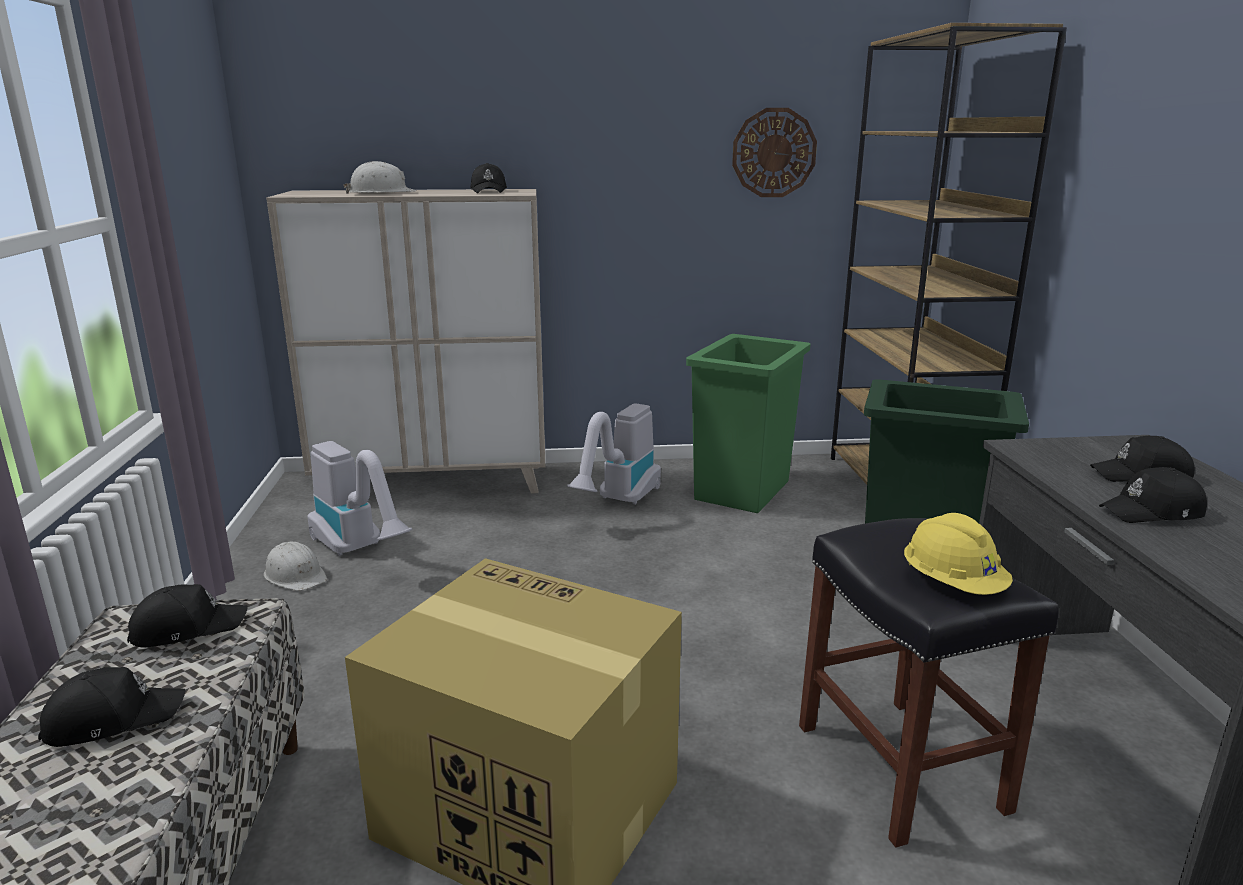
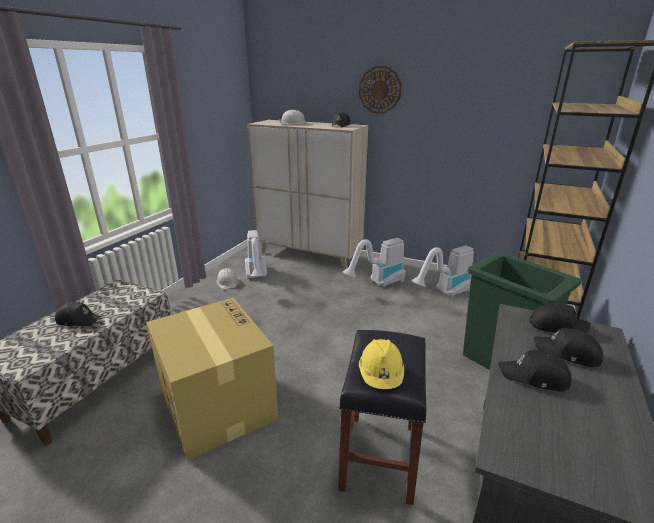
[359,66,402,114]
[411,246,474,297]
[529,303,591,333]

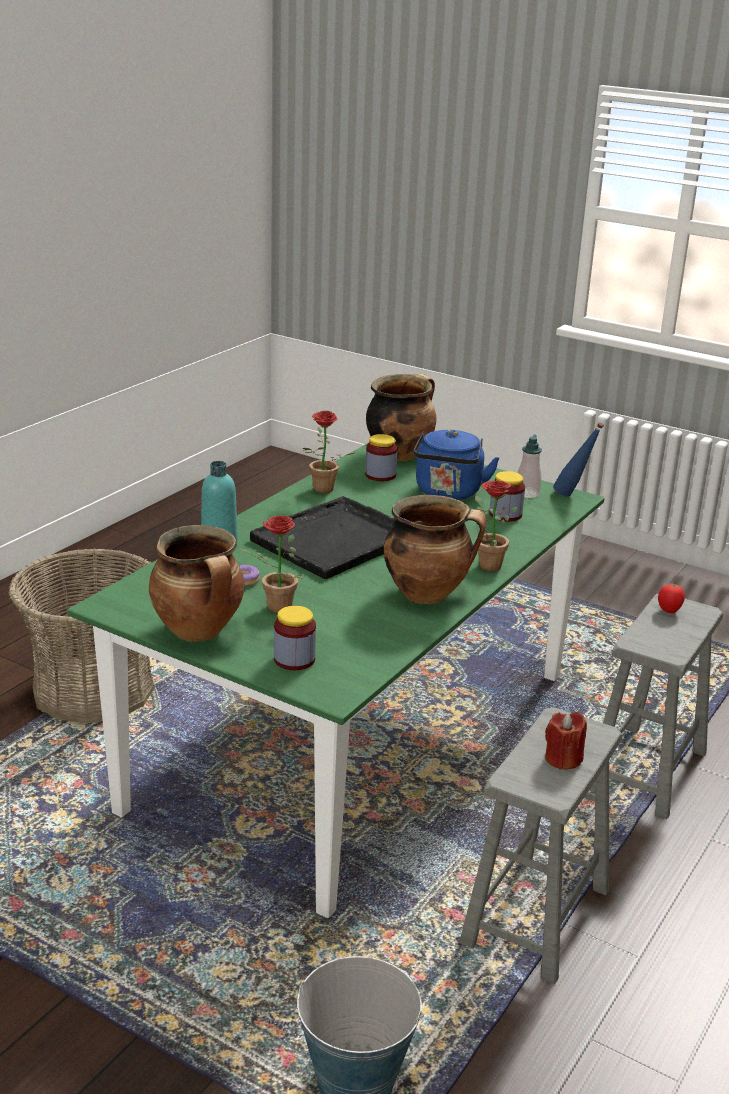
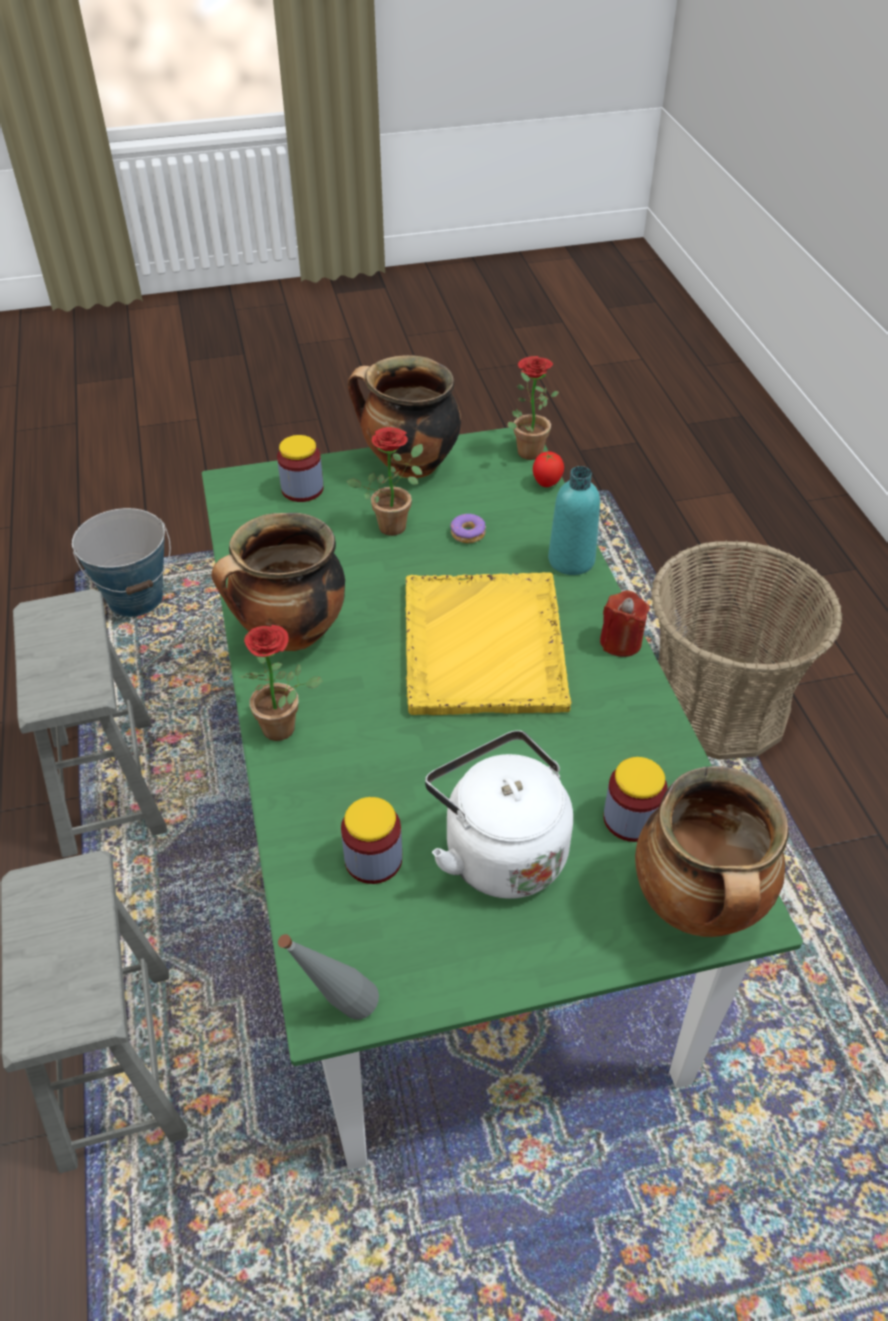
[507,356,559,460]
[278,934,379,1020]
[425,730,573,899]
[517,435,542,498] (first image)
[405,572,572,715]
[533,451,564,487]
[600,590,650,657]

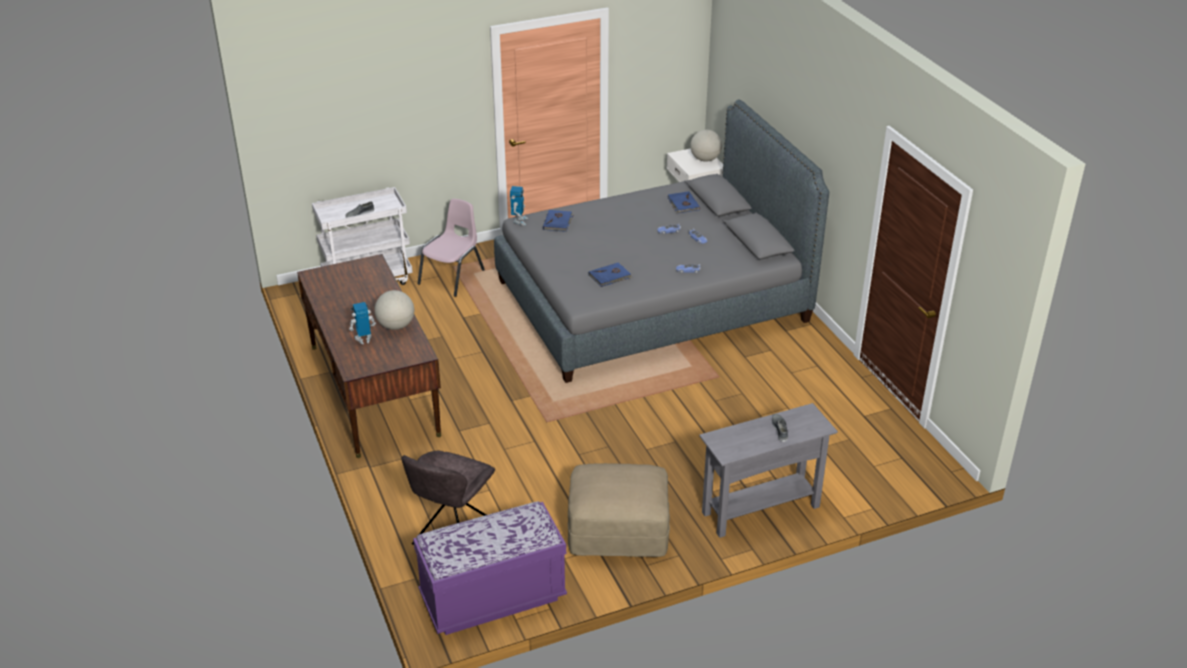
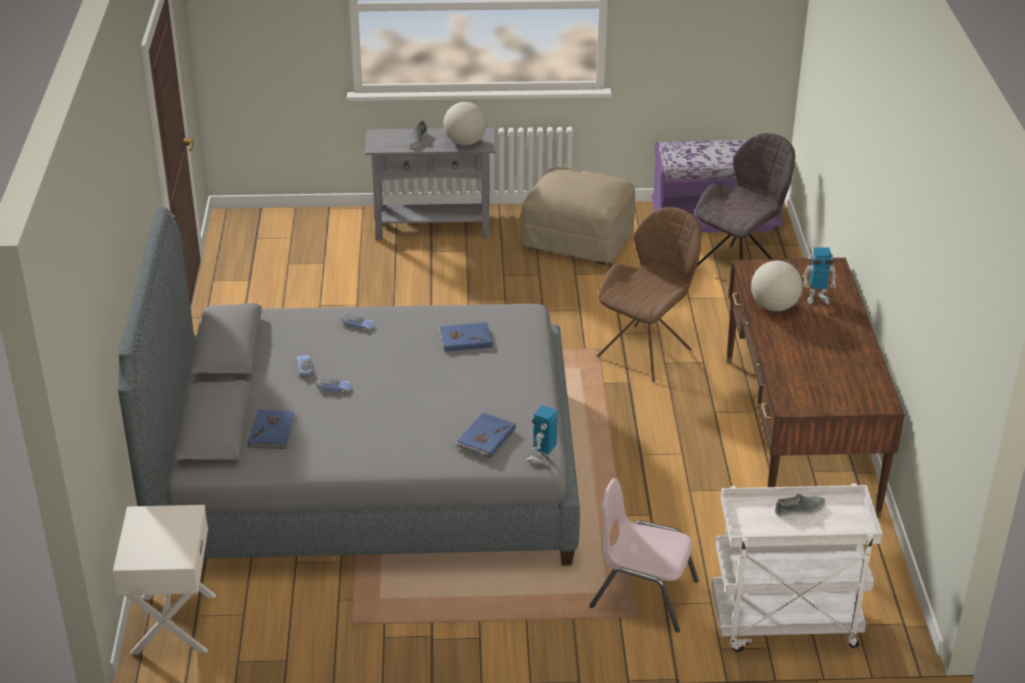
[443,102,487,145]
[589,478,699,633]
[597,207,702,382]

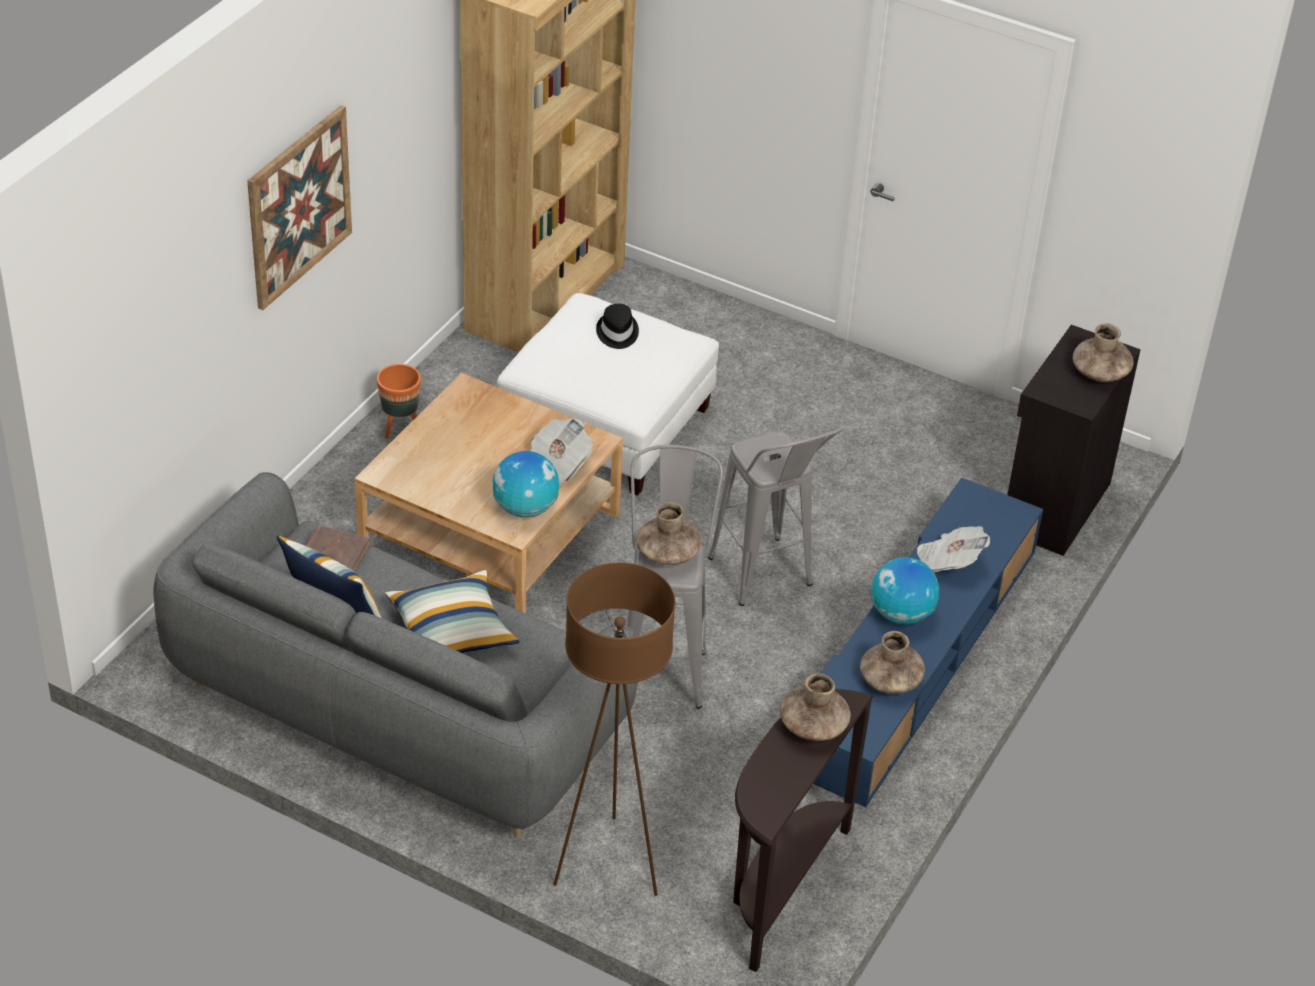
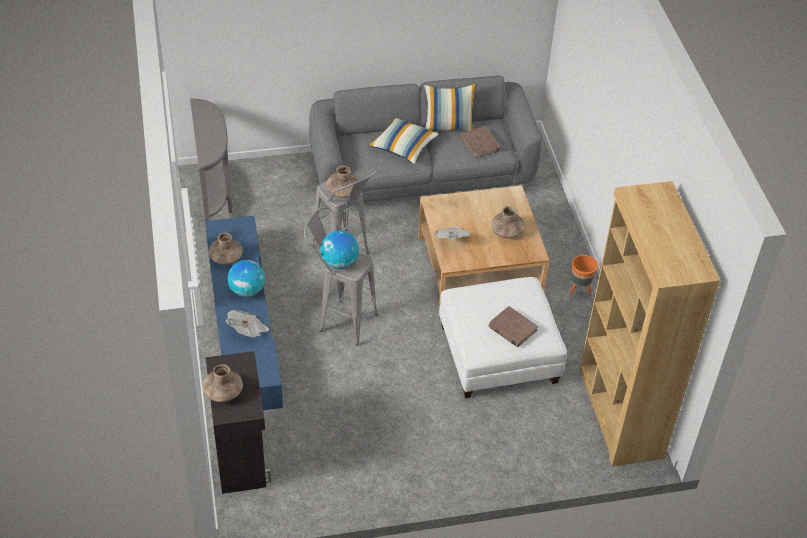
[247,105,352,310] (first image)
[488,306,538,347]
[320,230,359,269]
[553,563,676,896] (first image)
[491,206,525,238]
[190,99,232,221]

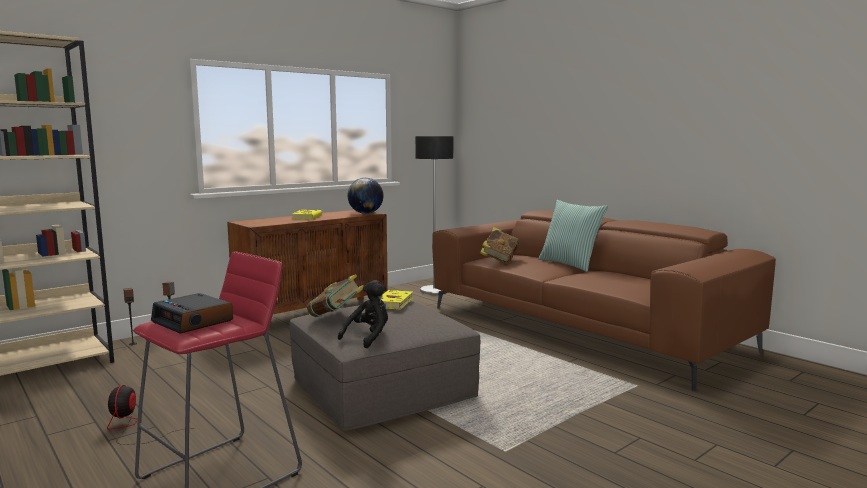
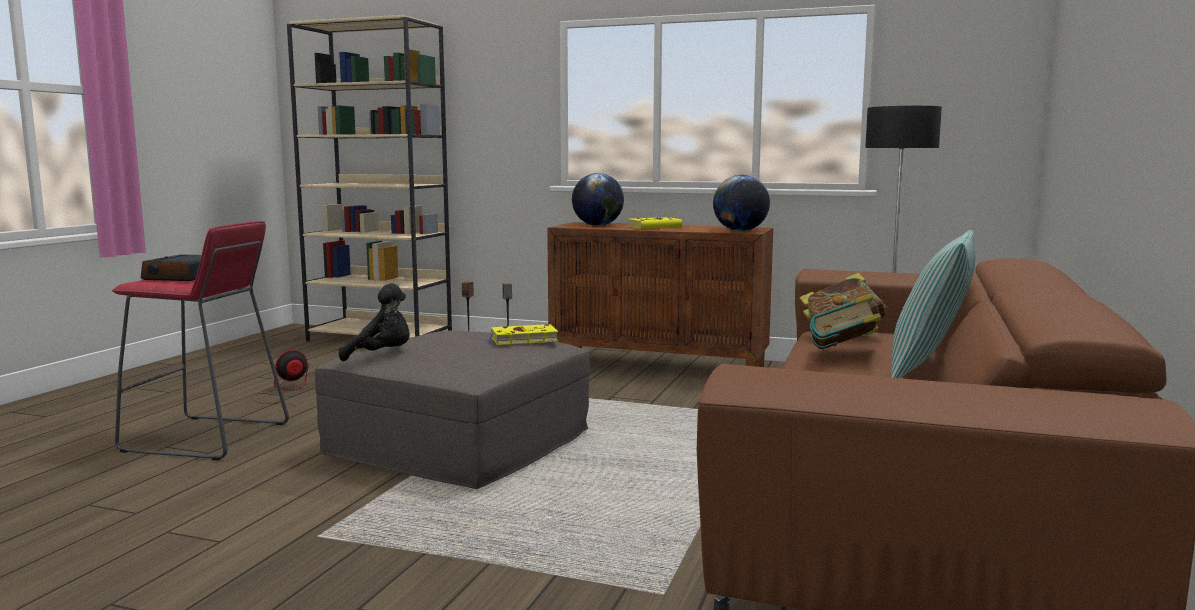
[810,294,881,349]
[572,173,624,226]

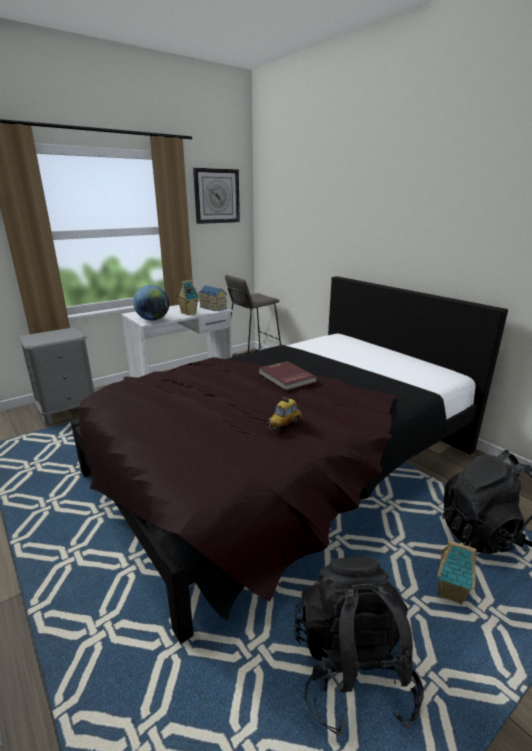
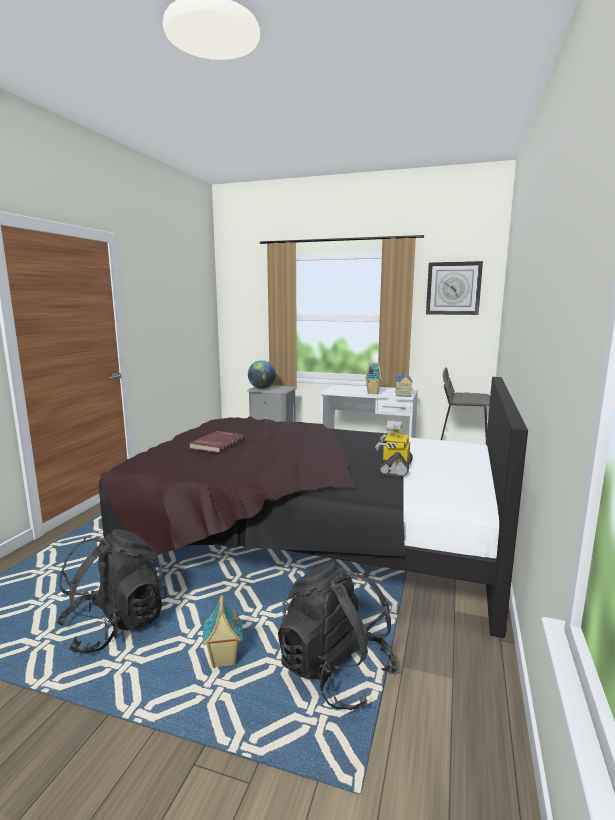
[248,360,276,389]
[189,431,245,453]
[268,397,303,430] (first image)
[375,421,413,477]

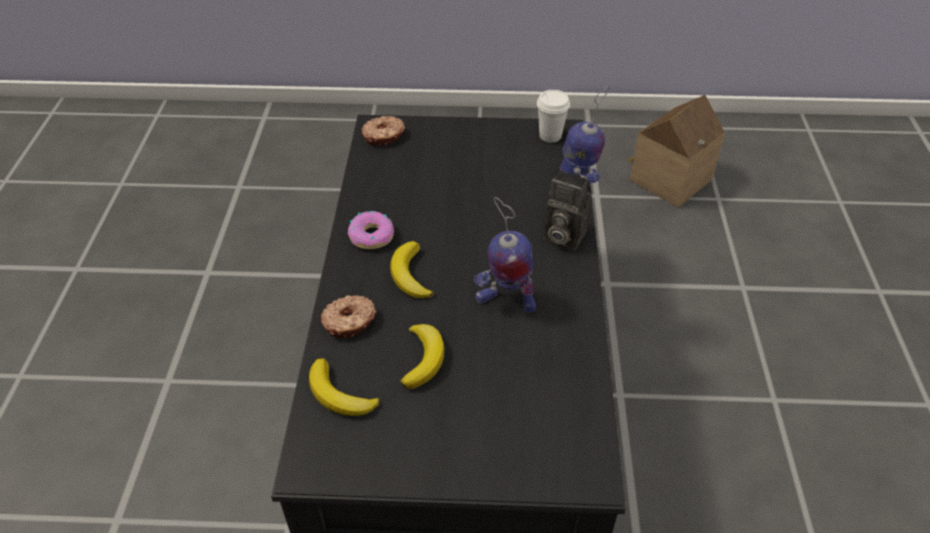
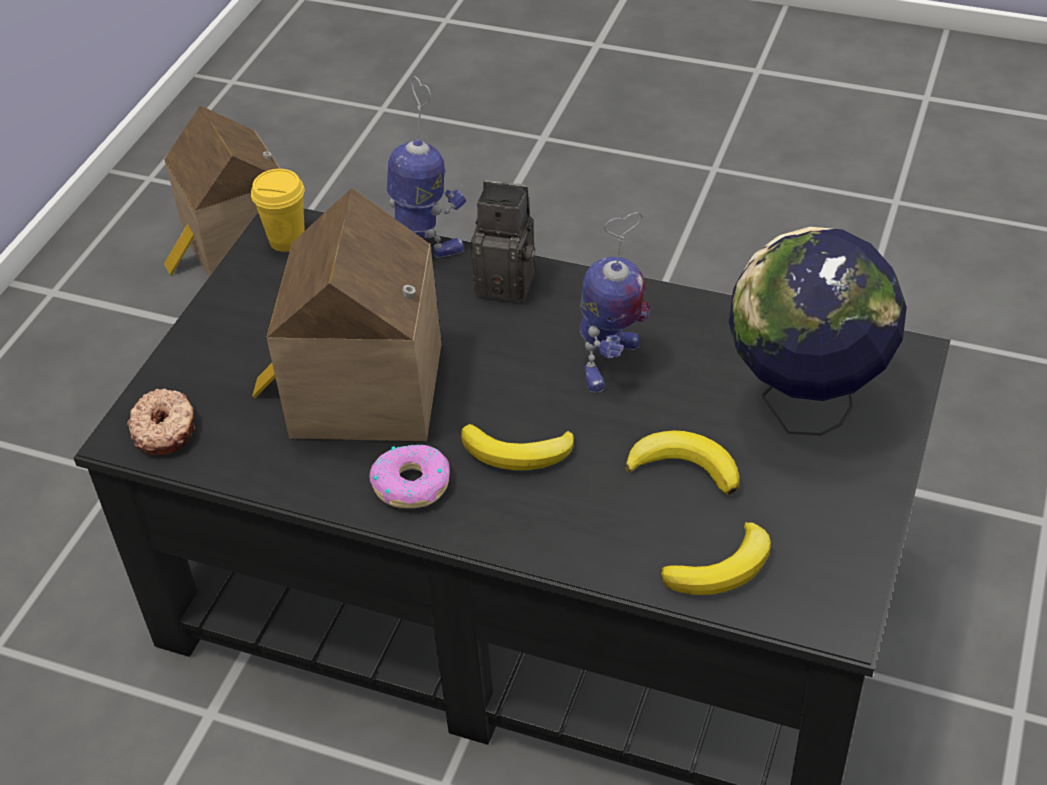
[251,169,305,252]
[471,180,535,303]
[321,295,376,338] (first image)
[252,188,442,441]
[728,227,907,436]

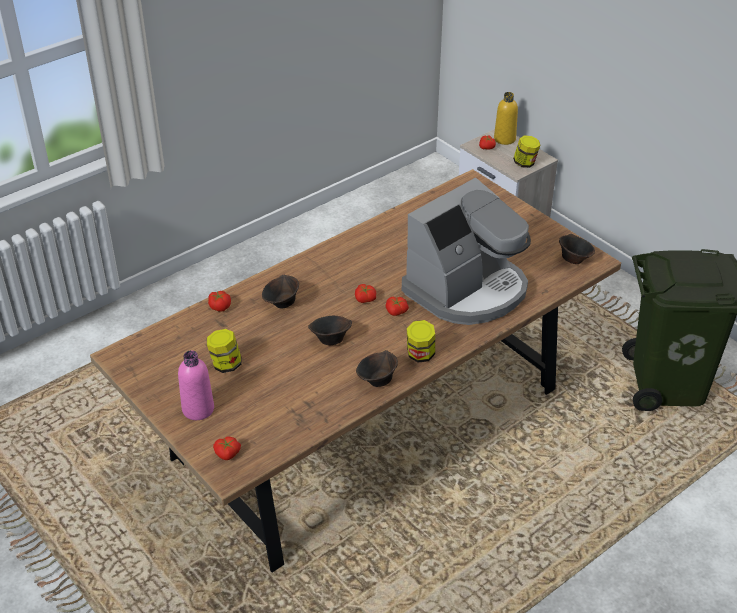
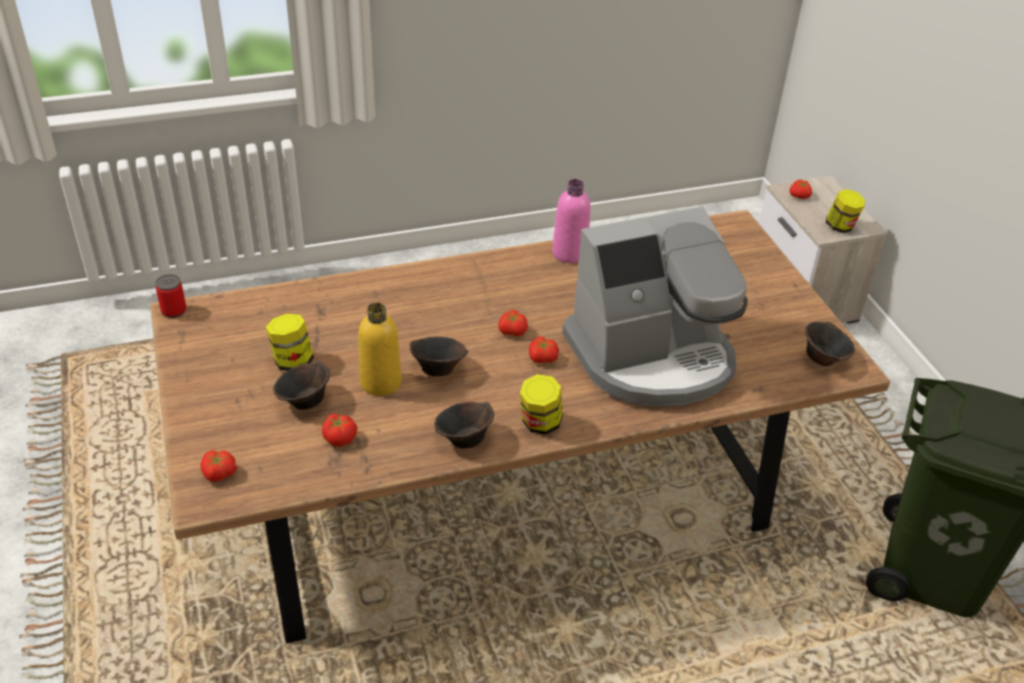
[358,302,402,396]
[273,361,330,410]
[322,414,357,447]
[552,179,590,263]
[155,274,186,318]

